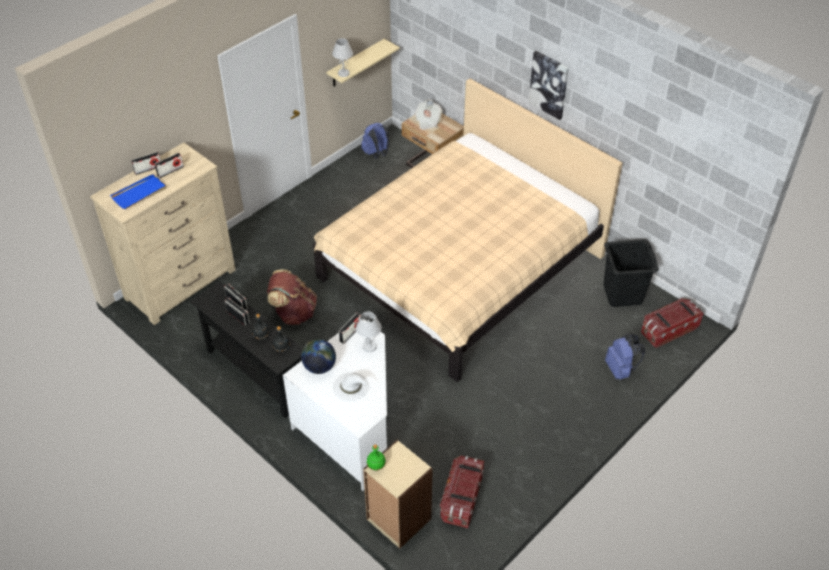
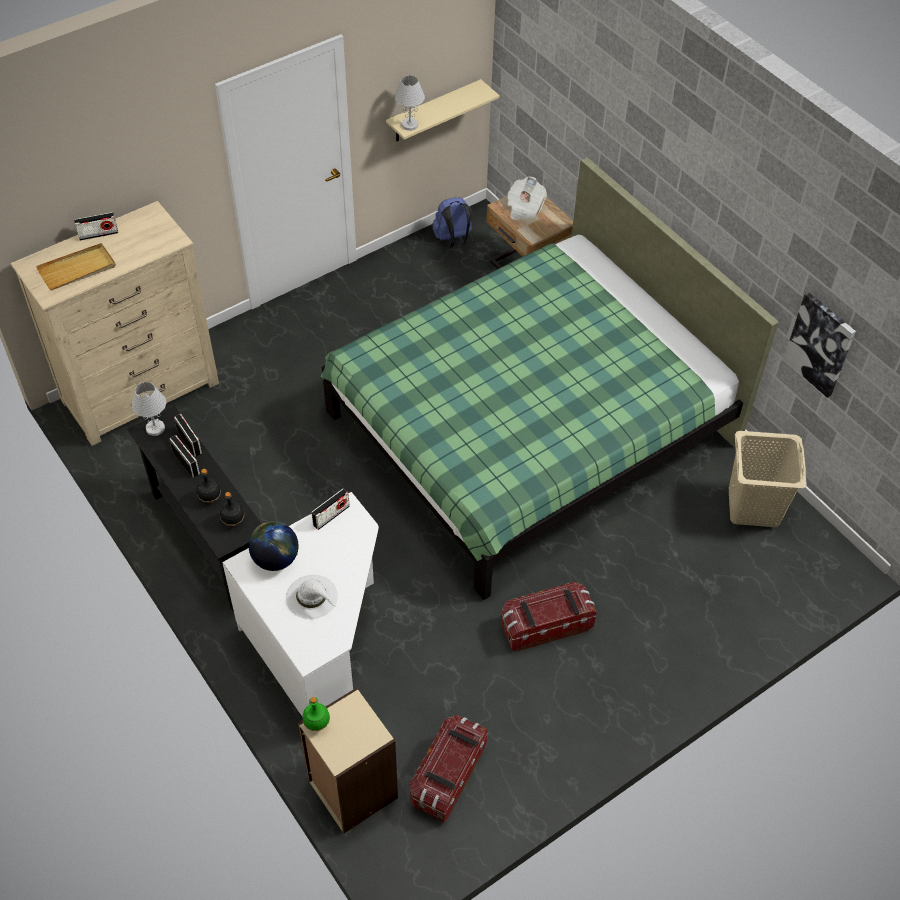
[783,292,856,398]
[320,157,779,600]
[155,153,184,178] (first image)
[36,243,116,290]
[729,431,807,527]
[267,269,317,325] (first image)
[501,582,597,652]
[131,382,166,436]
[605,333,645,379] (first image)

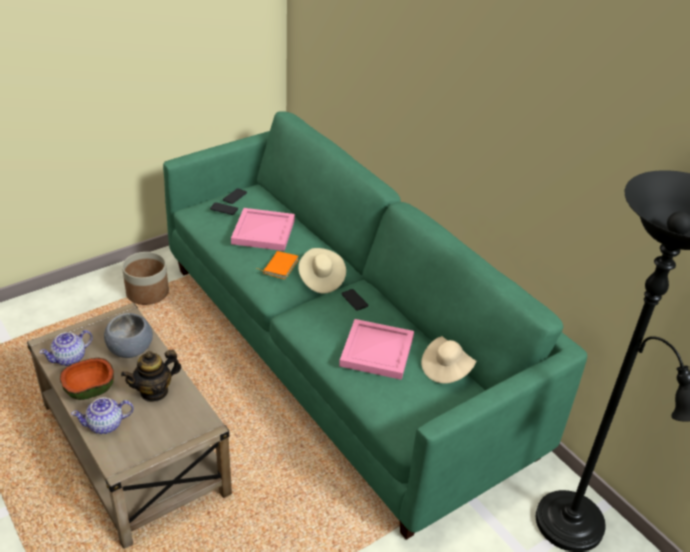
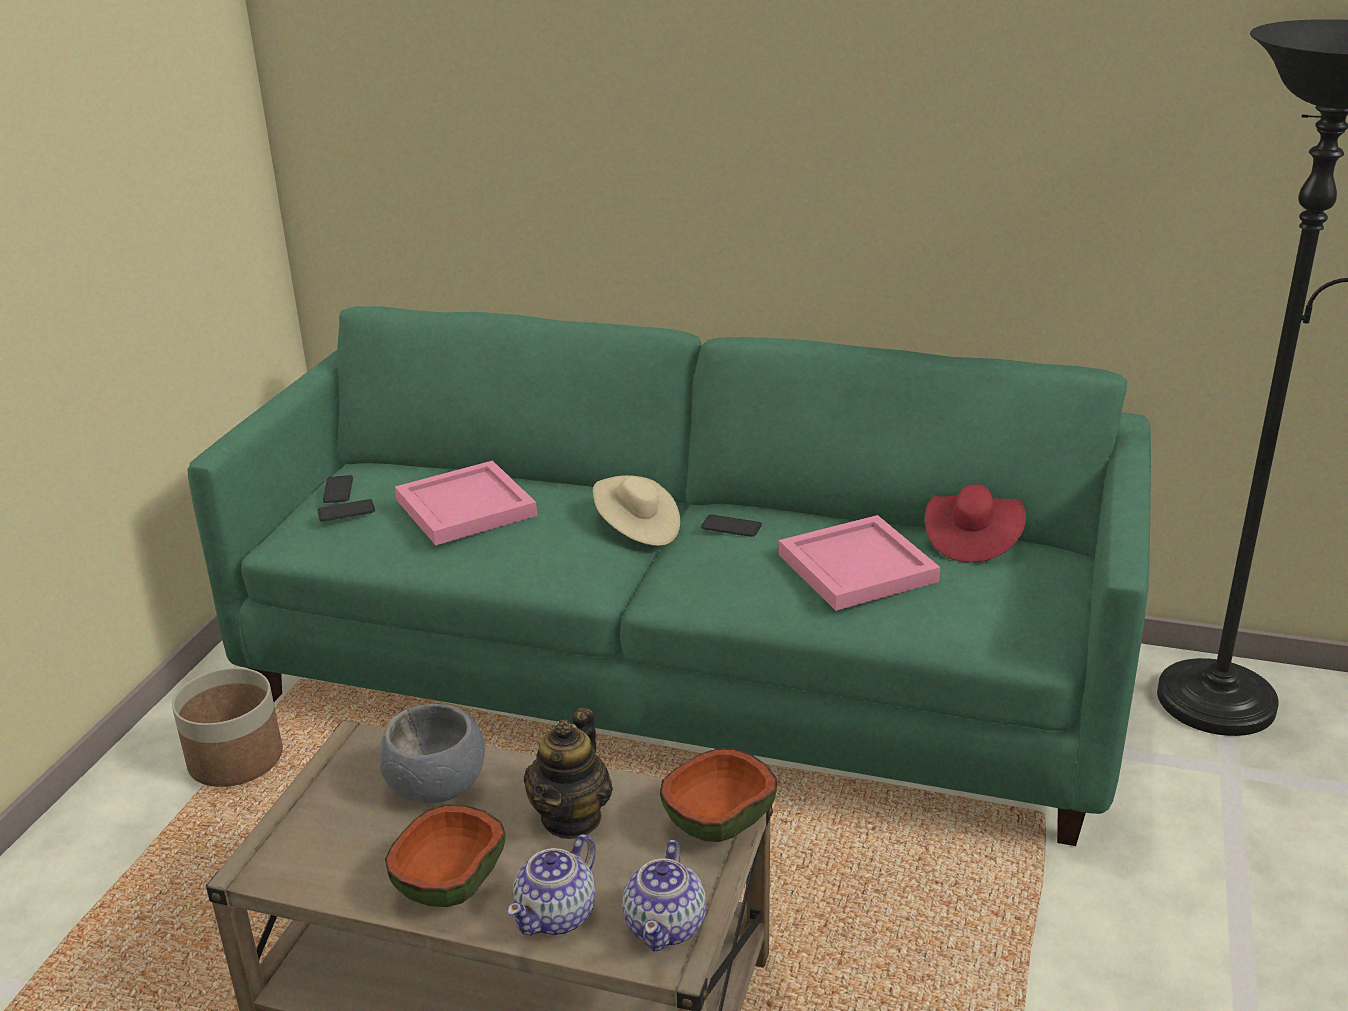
[256,251,299,279] (first image)
[622,840,706,952]
[925,484,1026,563]
[660,748,777,842]

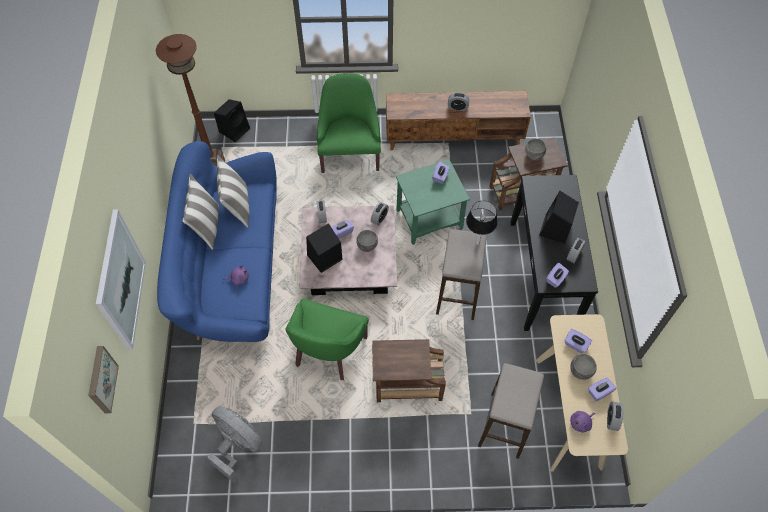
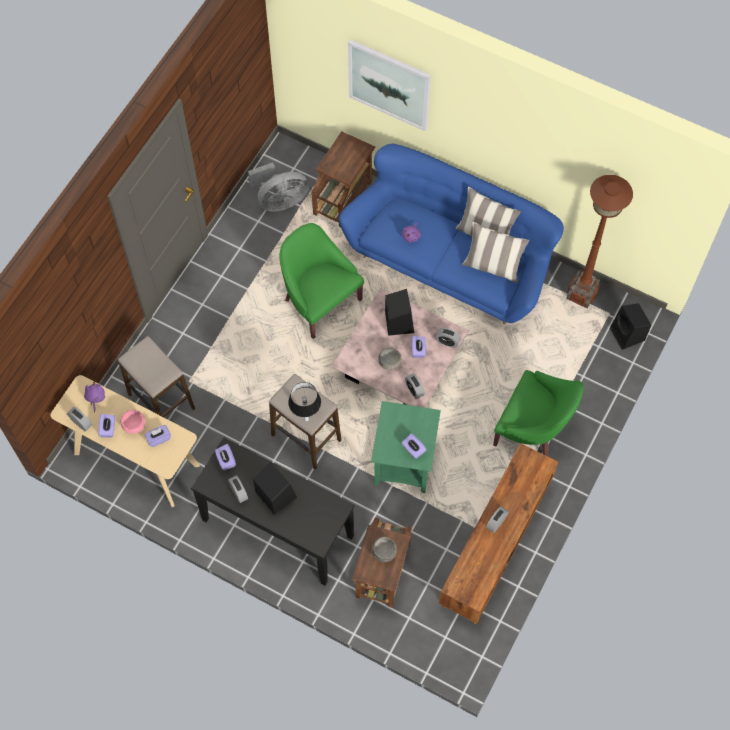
[311,131,375,227]
[88,346,119,413] (first image)
[120,410,146,434]

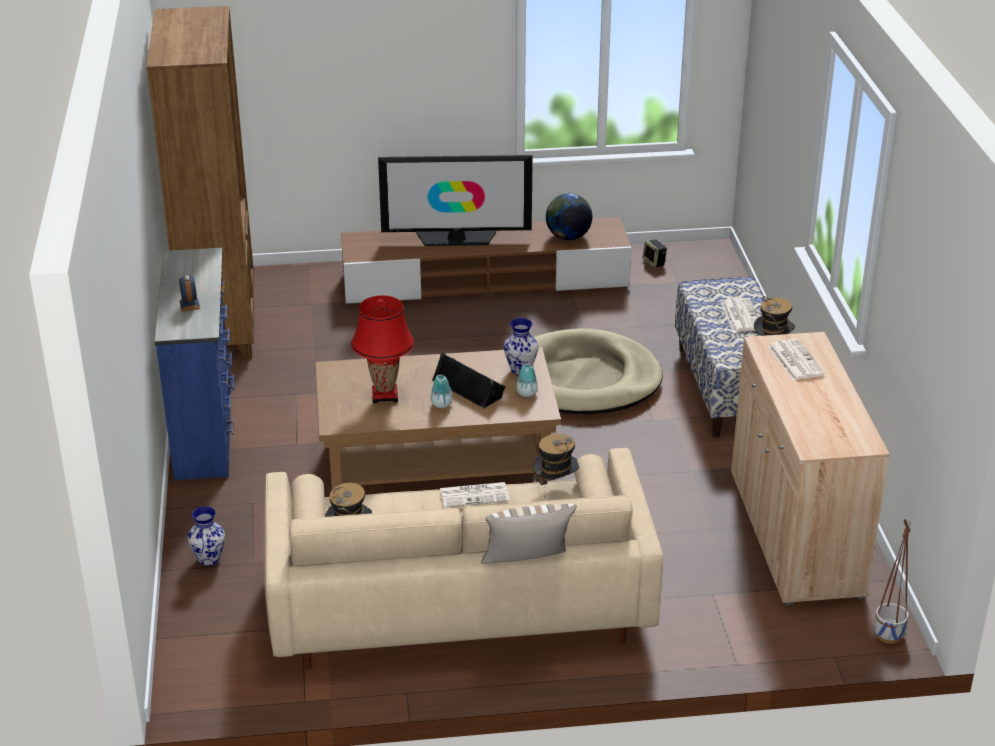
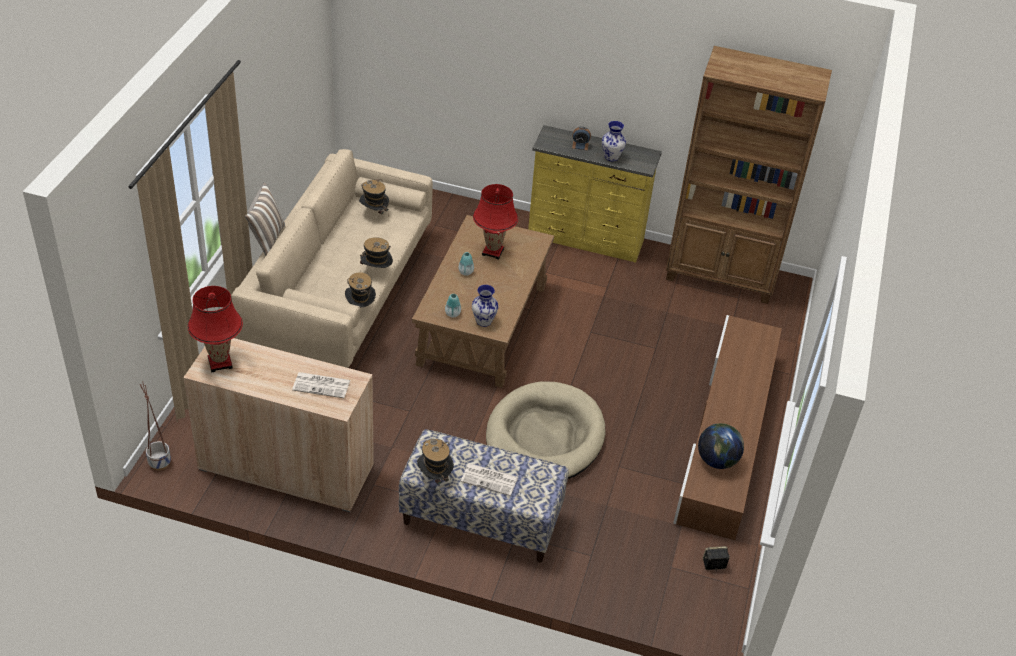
[378,155,533,246] (first image)
[528,125,662,263]
[432,352,505,409] (first image)
[360,237,393,272]
[602,121,626,161]
[188,286,243,372]

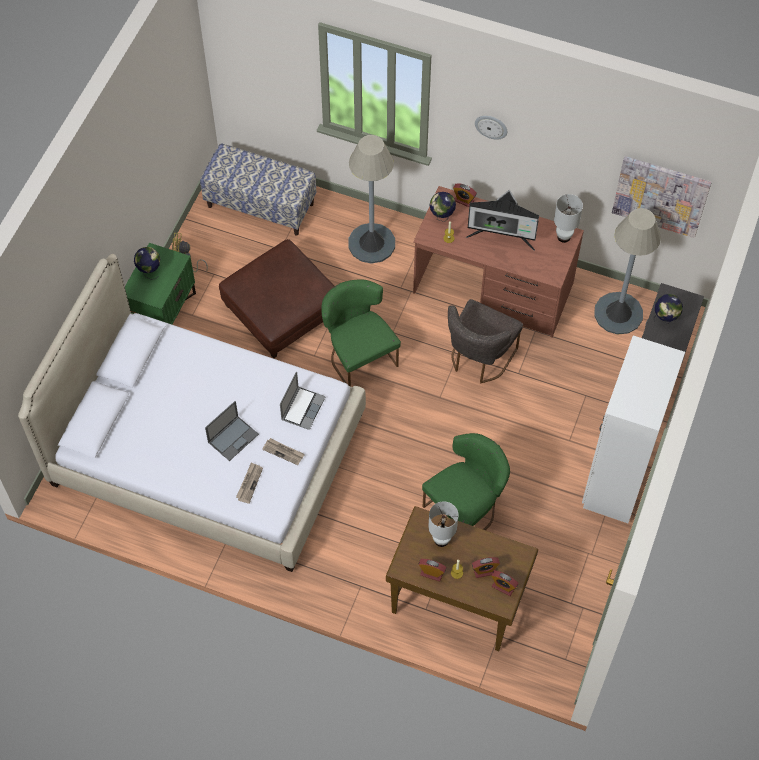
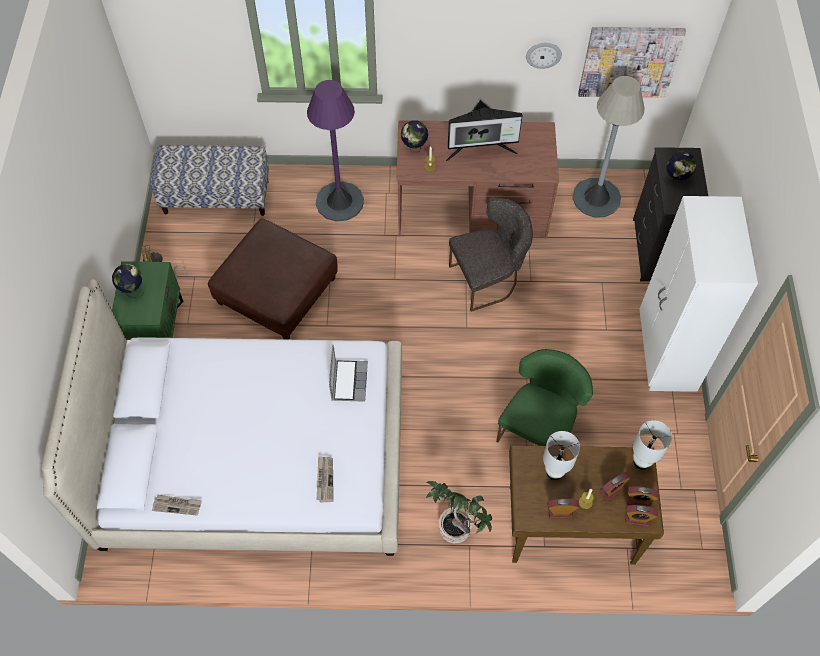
[526,43,562,69]
[307,80,364,222]
[626,505,657,526]
[633,420,672,470]
[321,279,401,386] (first image)
[449,197,533,312]
[205,401,259,461] (first image)
[152,495,202,516]
[426,481,492,544]

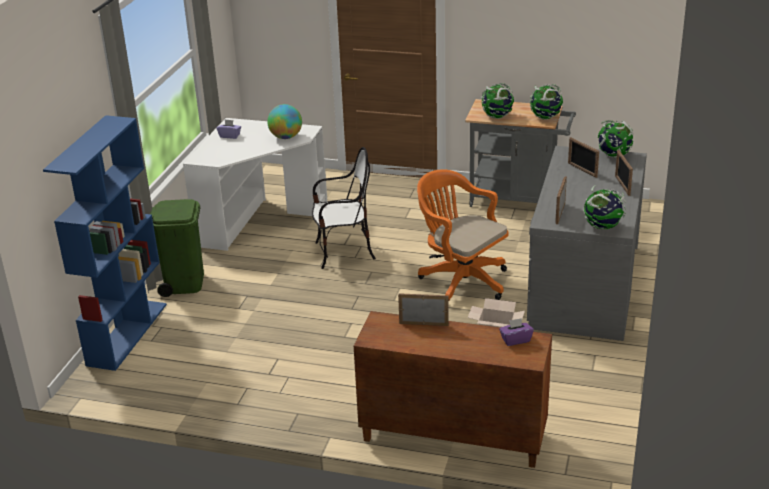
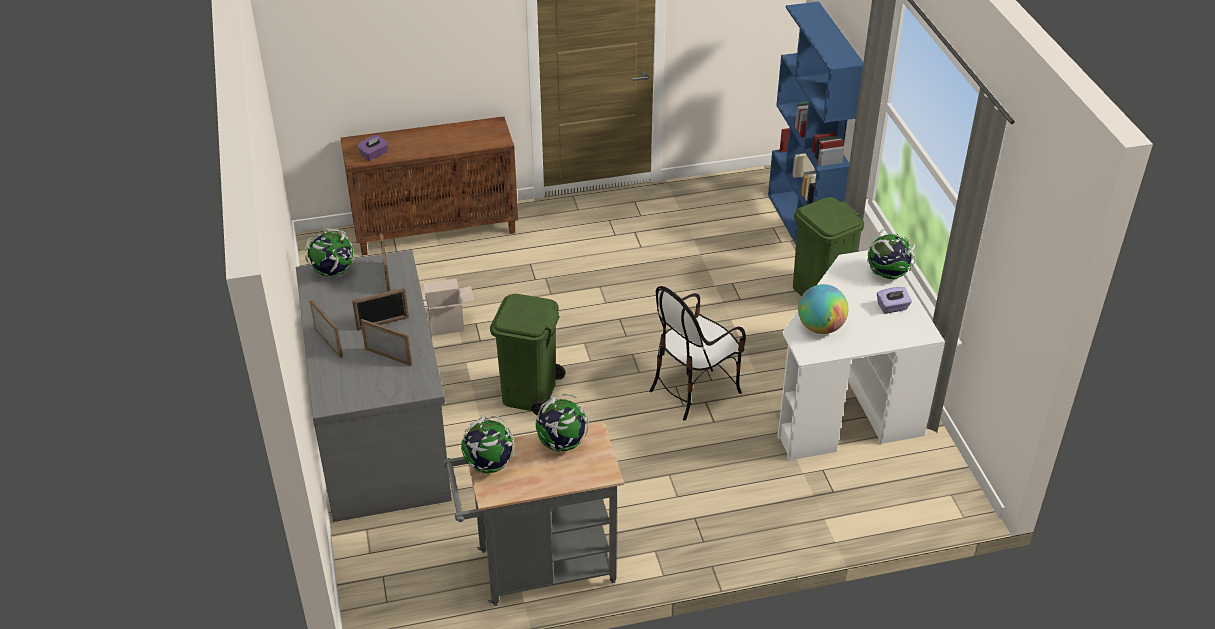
[867,228,916,279]
[490,294,566,416]
[352,288,409,331]

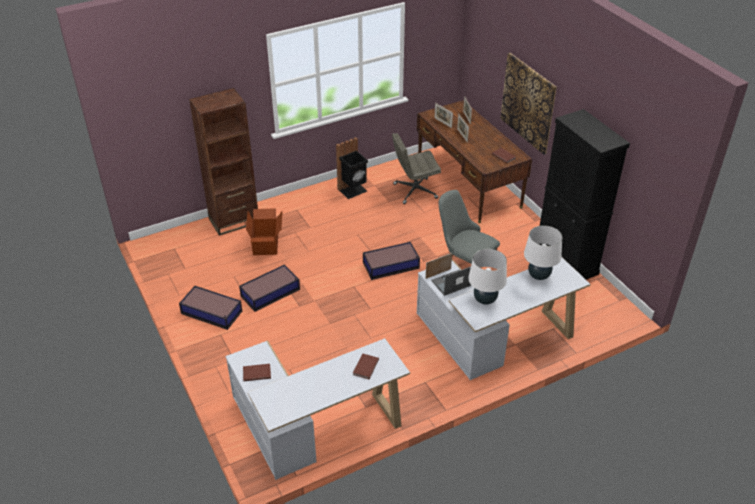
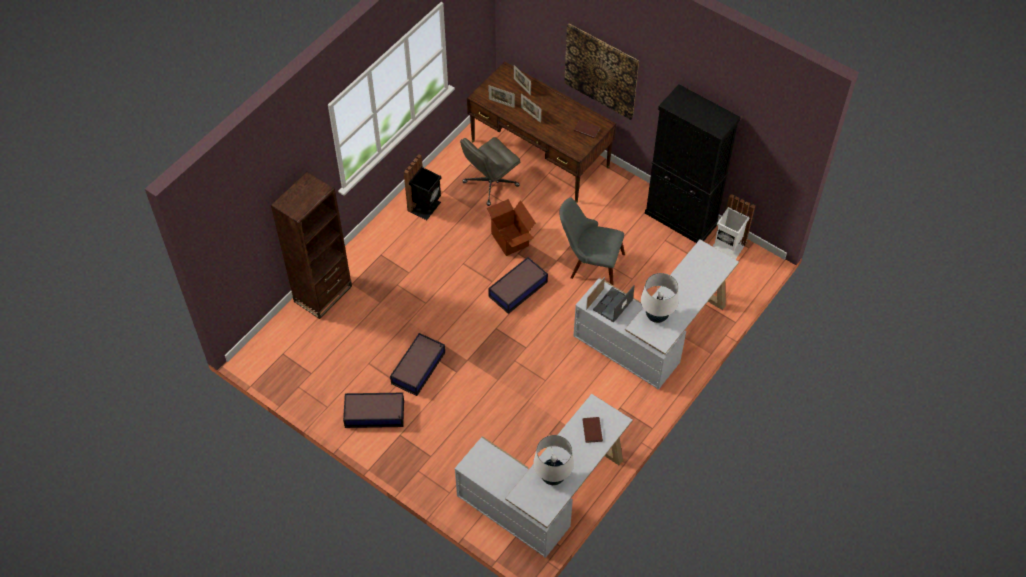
[487,199,536,256]
[533,435,574,485]
[243,364,271,381] (first image)
[713,194,755,260]

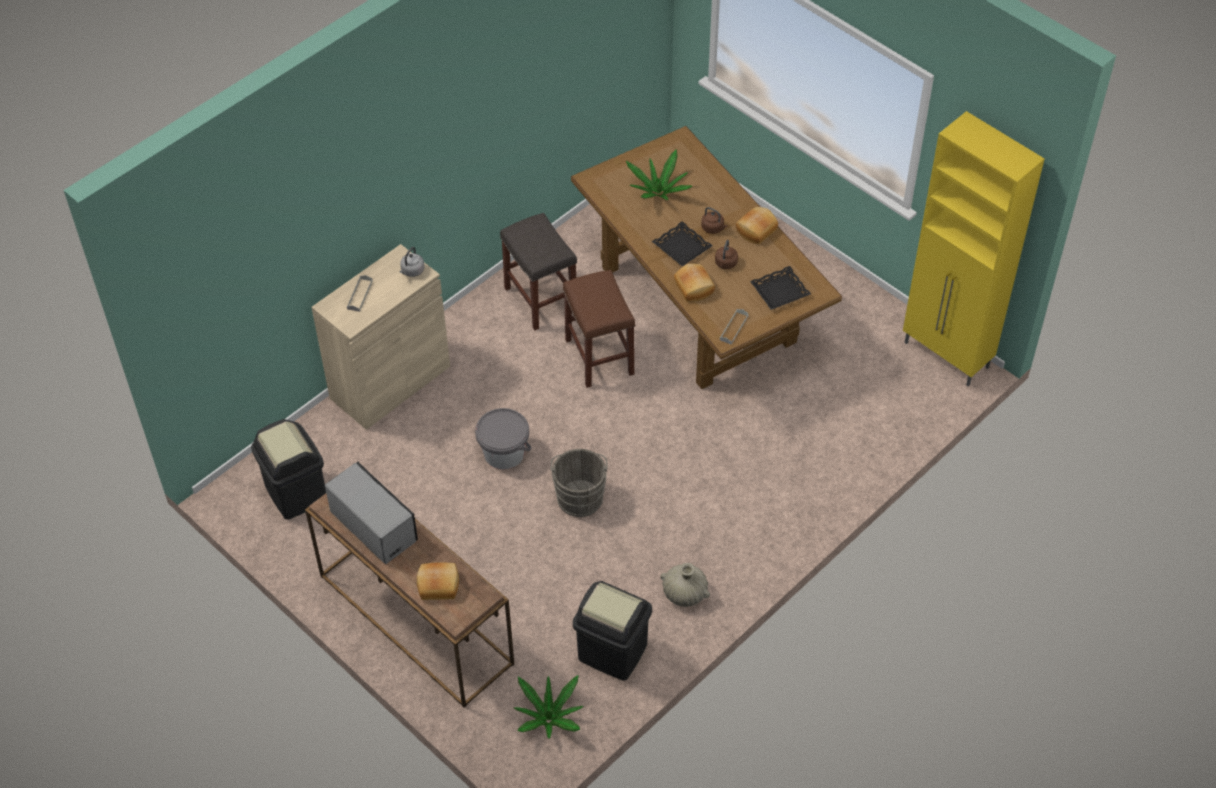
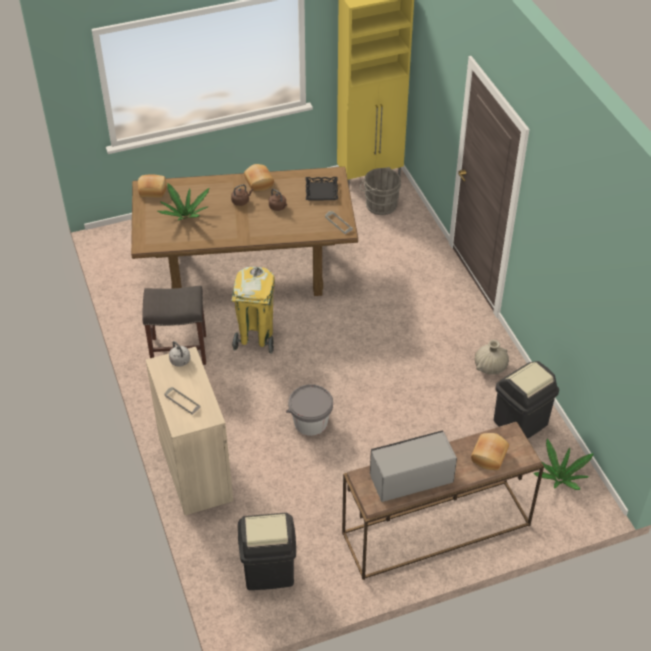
[652,221,713,267] (first image)
[138,174,166,198]
[231,267,275,354]
[360,167,401,215]

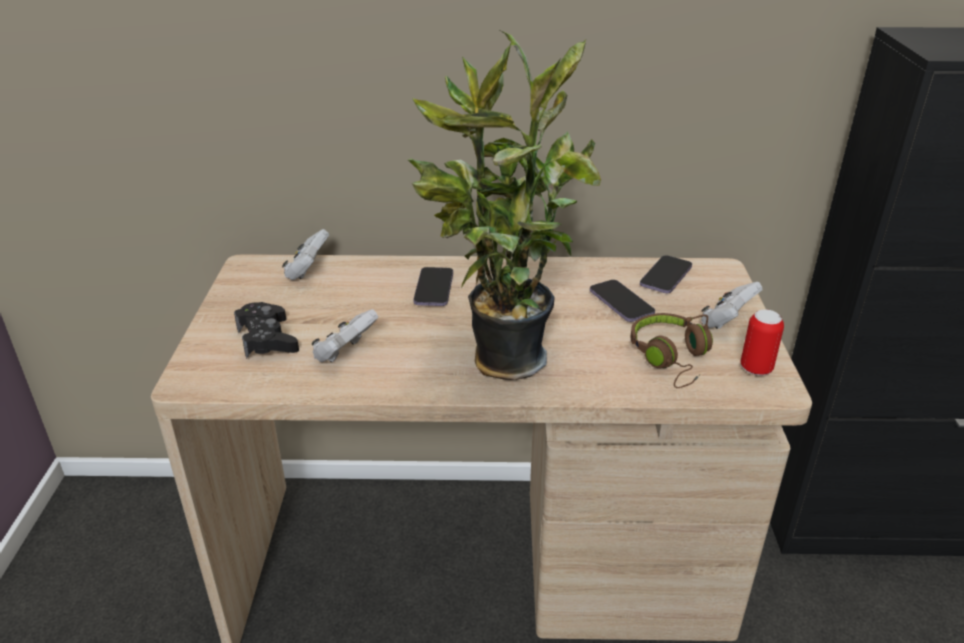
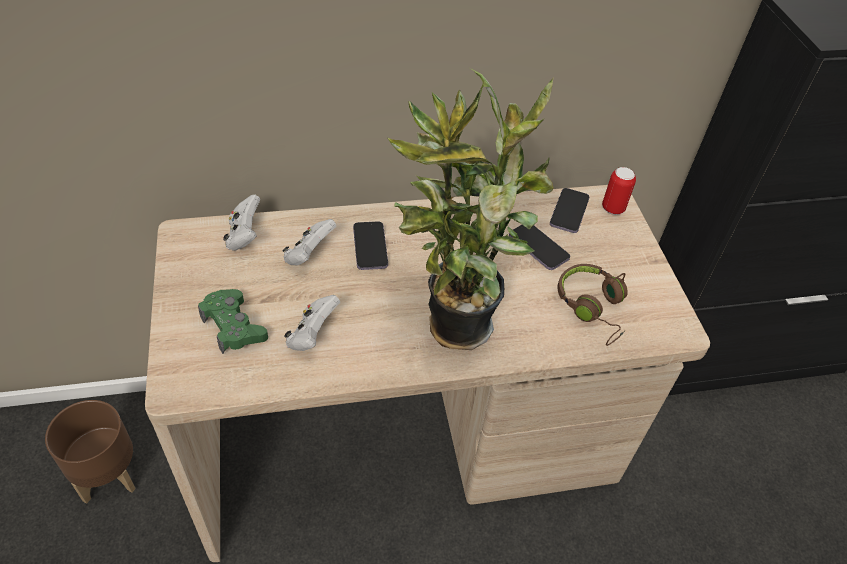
[283,219,337,265]
[198,289,268,354]
[602,167,636,215]
[45,400,136,504]

